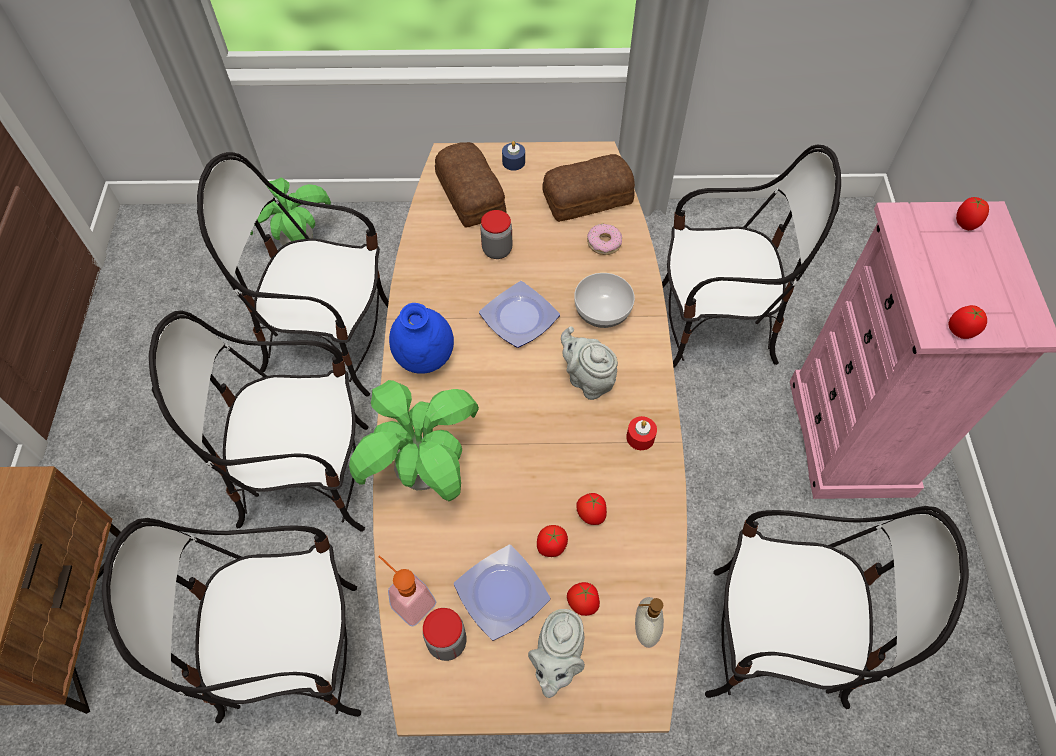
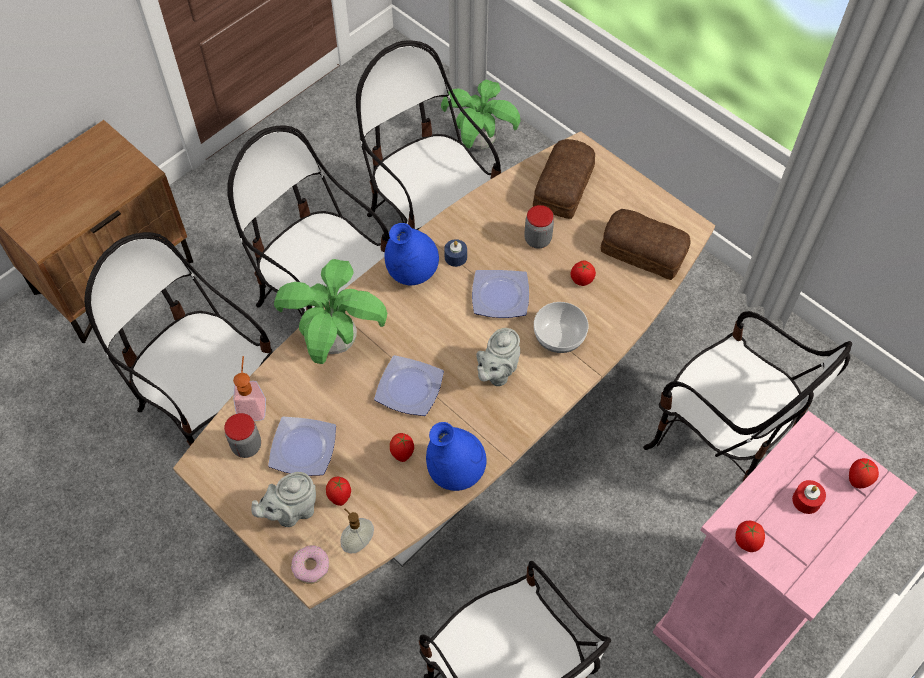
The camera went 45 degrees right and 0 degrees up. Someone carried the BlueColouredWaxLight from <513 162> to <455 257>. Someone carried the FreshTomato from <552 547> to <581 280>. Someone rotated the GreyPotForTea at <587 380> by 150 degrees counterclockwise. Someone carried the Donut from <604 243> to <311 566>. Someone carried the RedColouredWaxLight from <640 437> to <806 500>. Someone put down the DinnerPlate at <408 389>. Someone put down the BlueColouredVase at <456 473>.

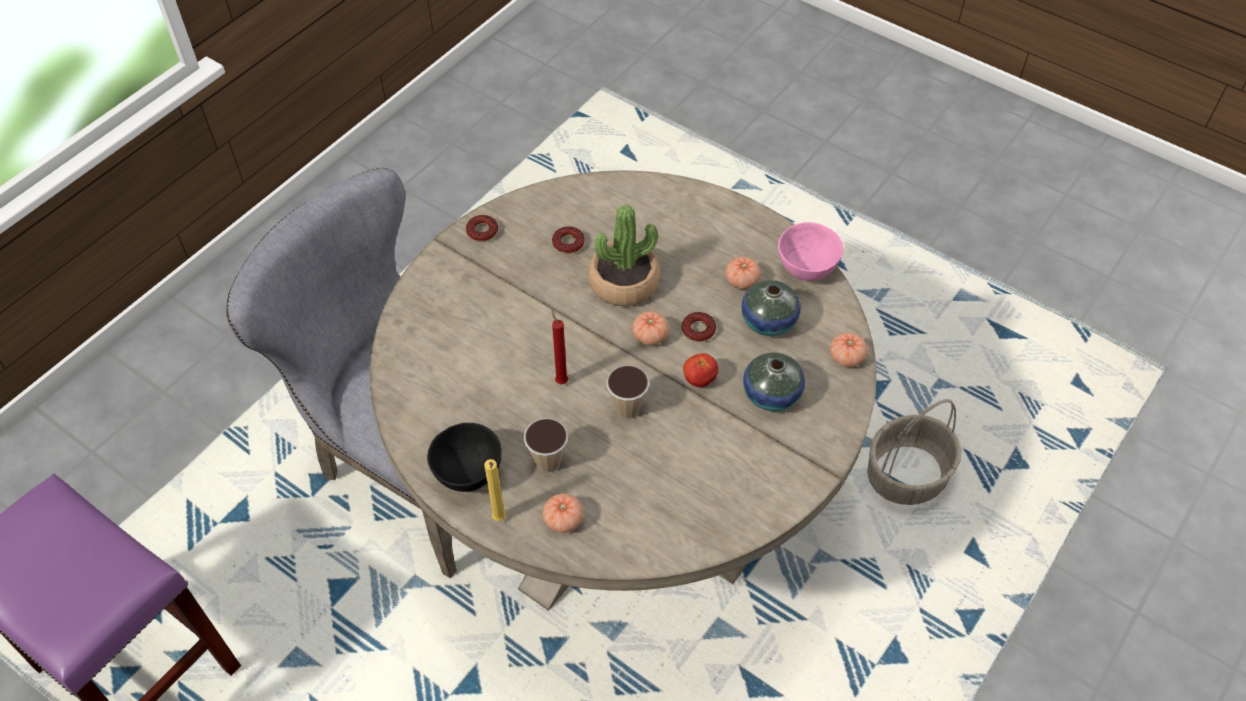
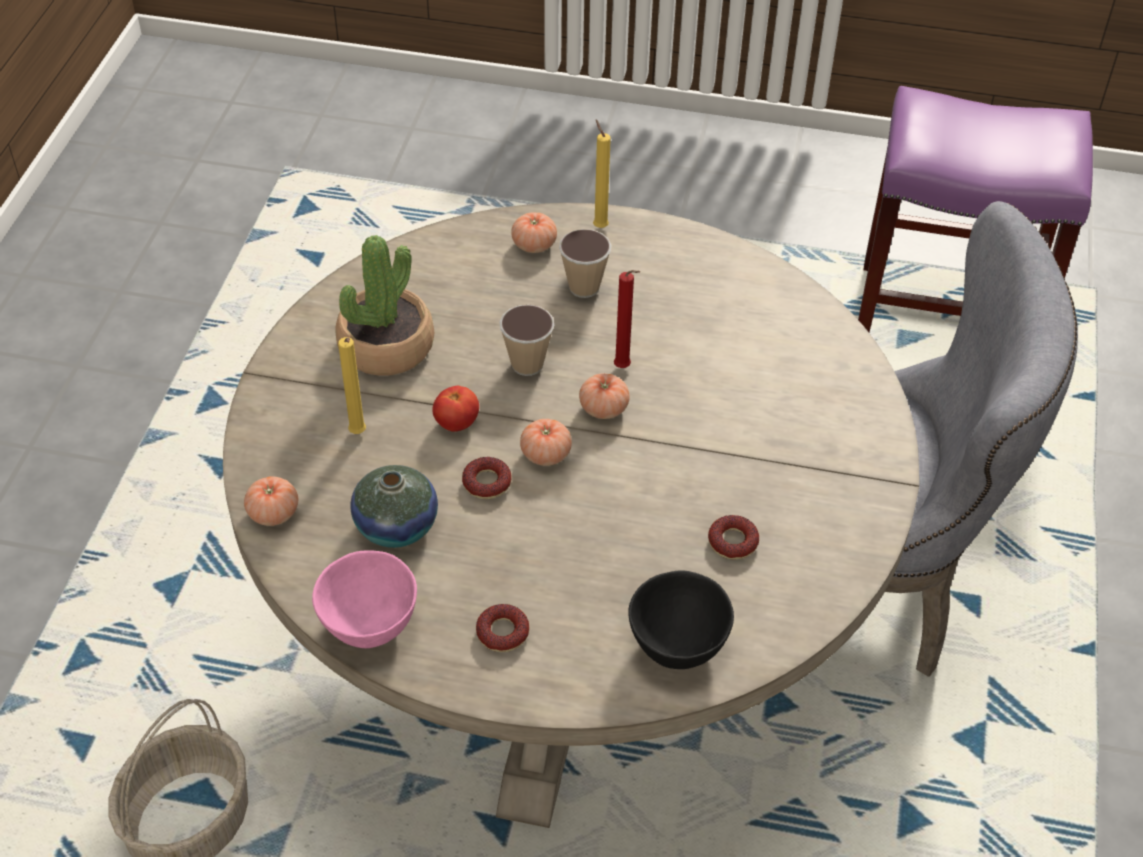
The camera went 155 degrees right and 5 degrees down. Someone carried the BlackServingBowl from <467 474> to <678 644>. Someone carried the Donut from <482 231> to <502 632>. Someone carried the Houseplant from <624 283> to <386 346>. Someone carried the FreshTomato from <742 281> to <603 408>. Someone swapped the Vase at <771 395> for the YellowishWaxLight at <358 434>.

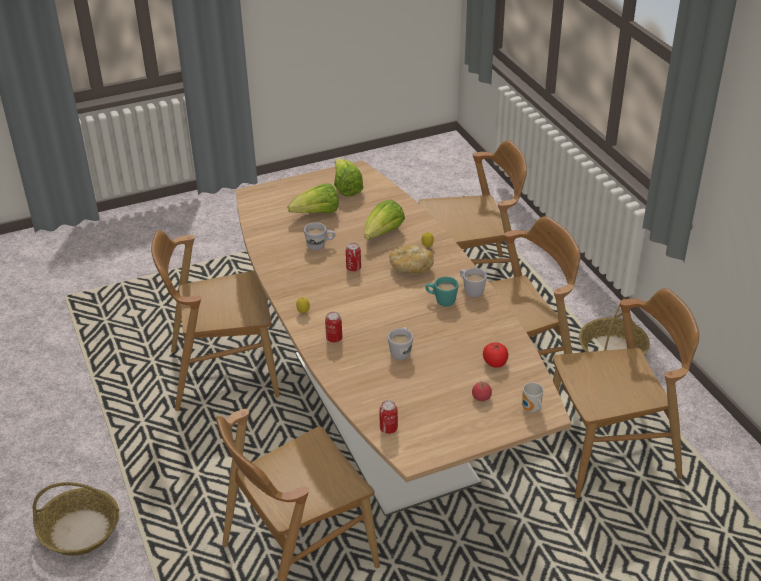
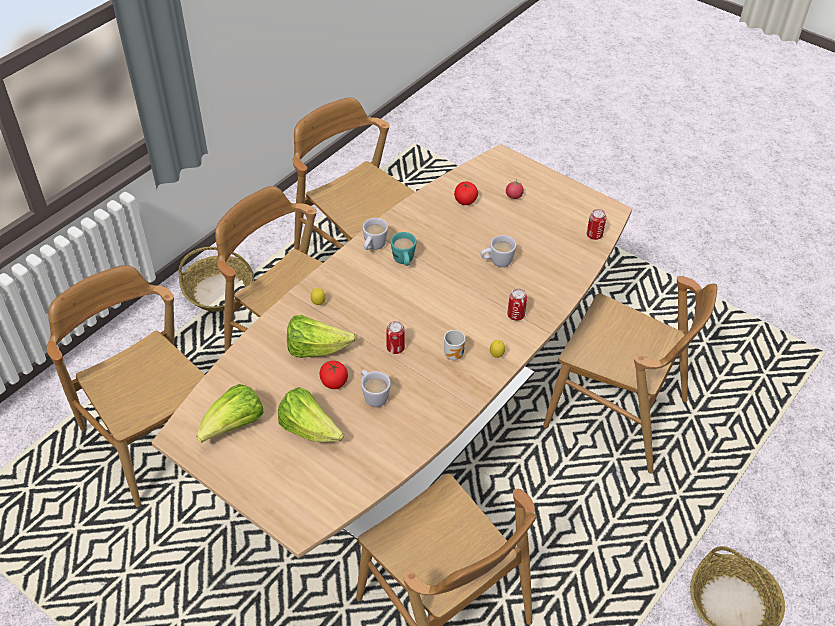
The camera went 120 degrees left and 10 degrees up. Someone took away the Bread at <410 268>. Someone carried the Mug from <531 410> to <455 355>. Someone put down the FreshTomato at <334 382>.

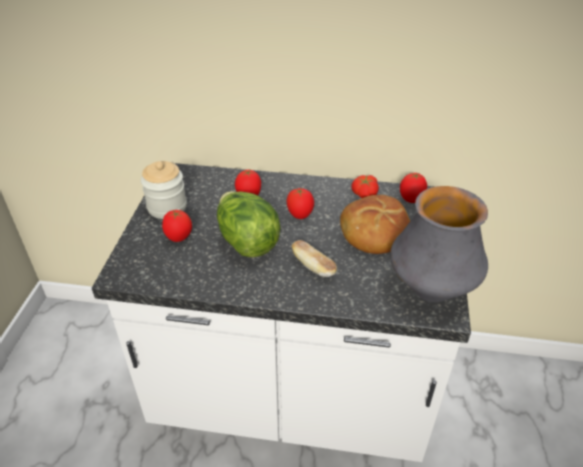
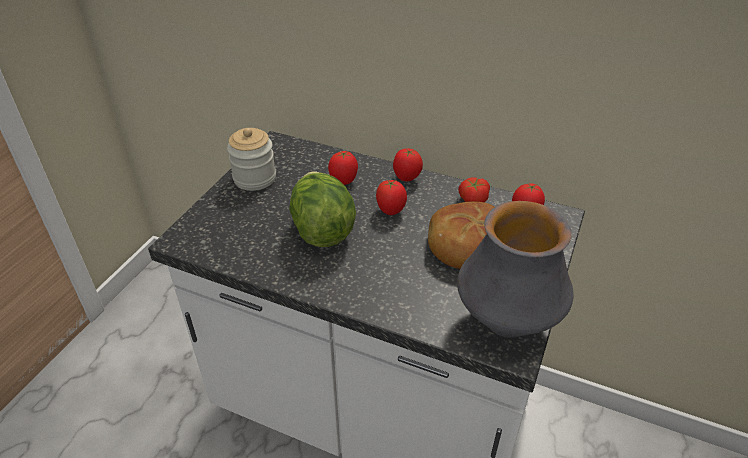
The camera went 15 degrees right and 0 degrees up. Someone carried the FreshTomato from <179 238> to <406 178>. Someone took away the Bread at <313 266>.

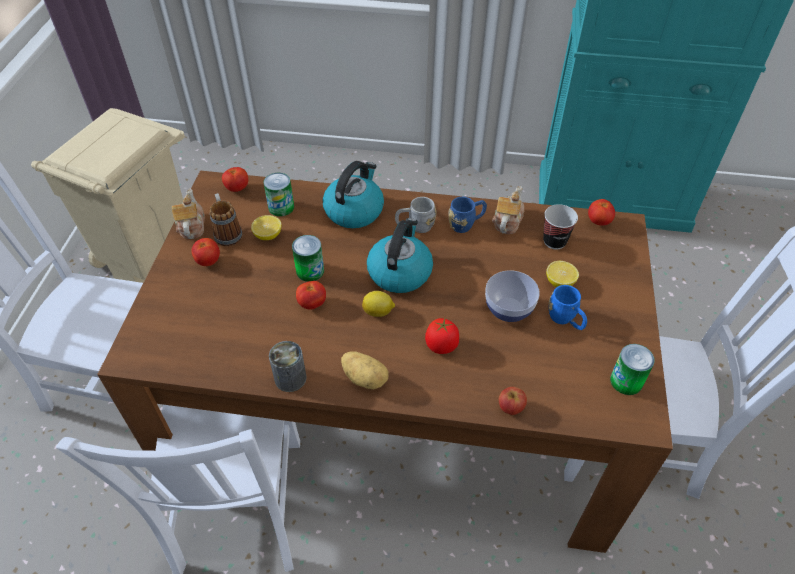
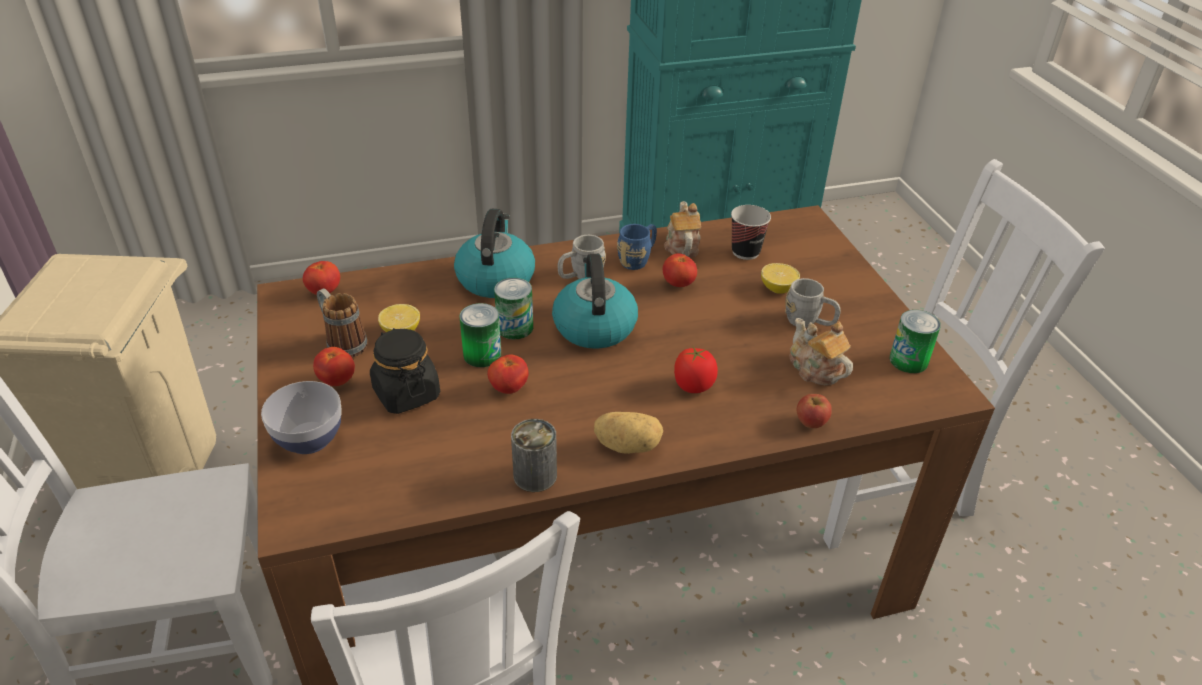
The camera went 25 degrees left and 10 degrees down. Someone carried the PotForTea from <191 226> to <815 369>. Someone carried the MetalCan from <281 207> to <515 327>. Someone took away the Lemon at <378 312>. Someone carried the ServingBowl from <508 310> to <309 439>. Someone repainted the BlueColouredMug at <565 320>, which became the GreyMug at <809 322>. Someone carried the FreshTomato from <598 221> to <678 284>. Someone put down the BlackJar at <406 393>.

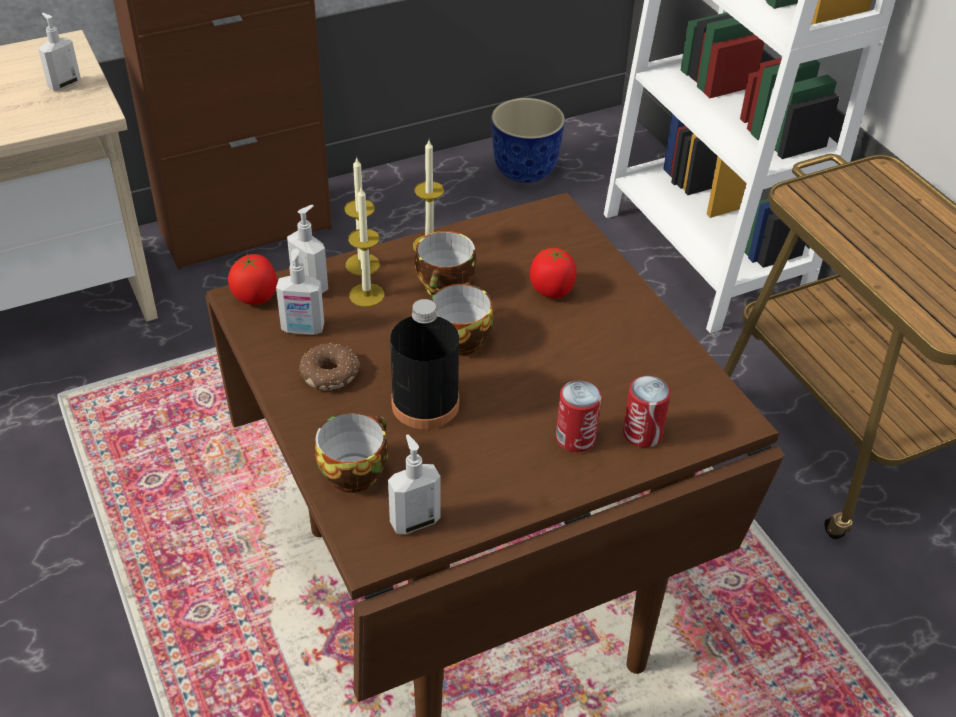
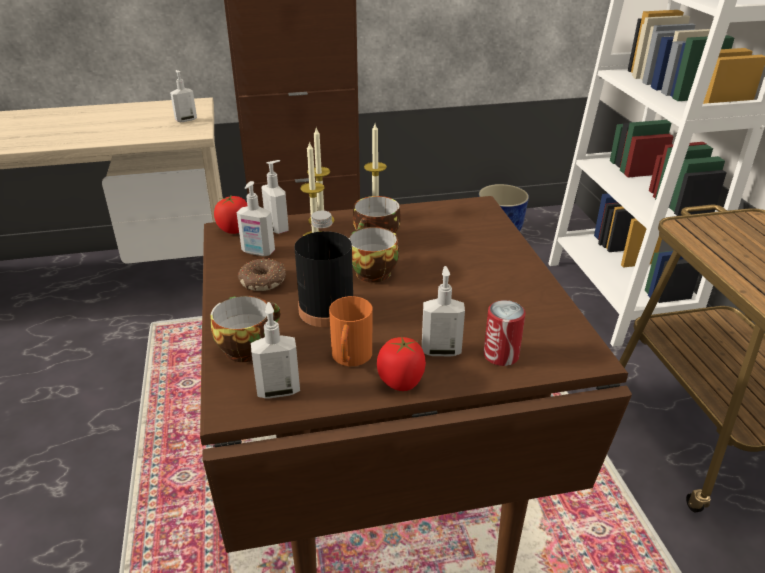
The camera went 15 degrees right and 10 degrees down. Someone carried the FreshTomato from <552 290> to <401 382>. Someone swapped the MetalCan at <575 438> for the LiquidSoapBottle at <441 350>. Someone put down the OrangeMug at <350 360>.

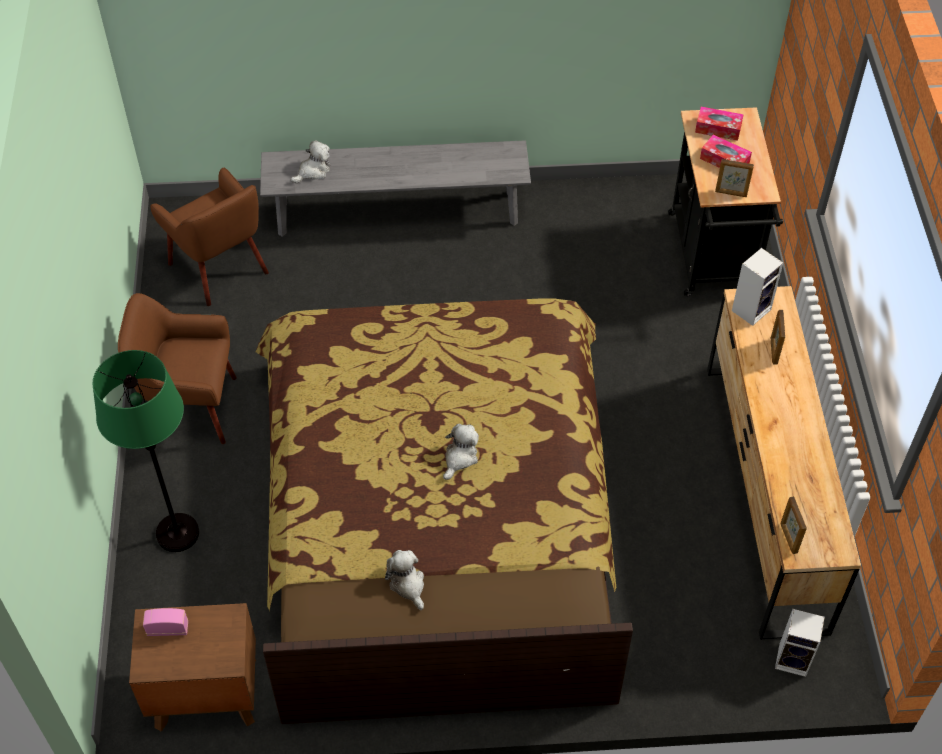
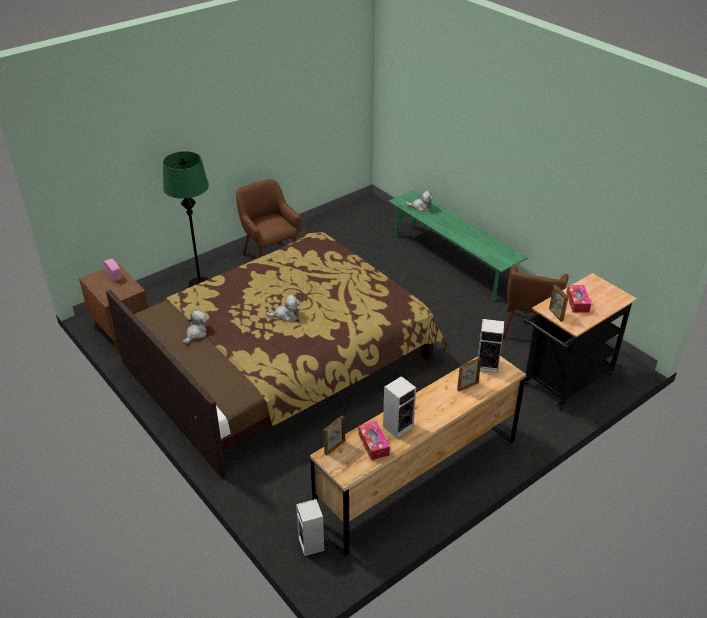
The camera went 55 degrees right and 15 degrees down. Someone carried the BrownishArmchair from <220 268> to <528 329>. Someone repainted the GreyIndoorBench at <397 213>, which became the GreenColouredIndoorBench at <451 261>. Someone carried the TissueBox from <718 128> to <373 444>. Someone put down the AudioSpeaker at <398 426>.

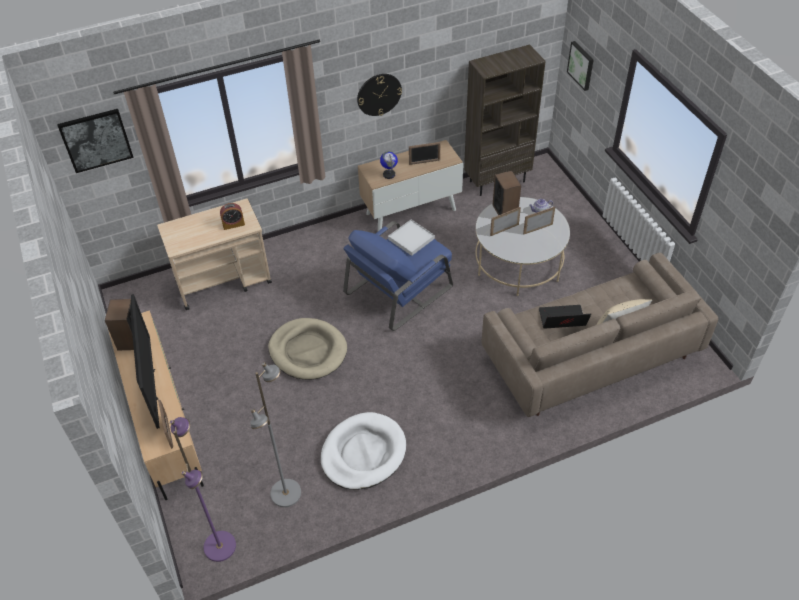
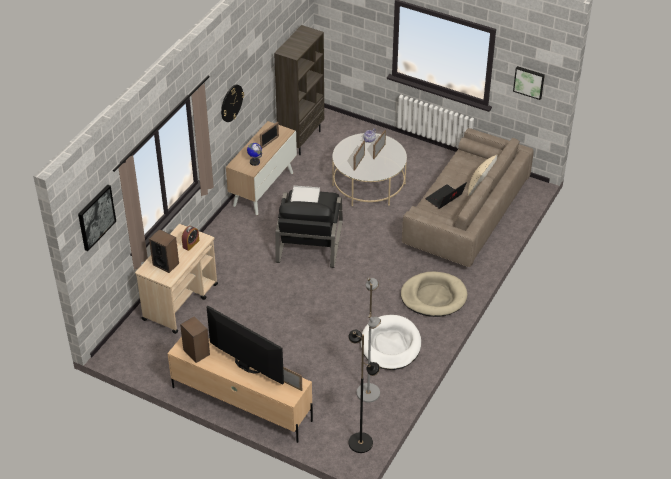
The camera went 40 degrees left and 5 degrees down. Someone repainted the PurpleStandingLamp at <220 546>, which became the BlackStandingLamp at <360 442>. Someone carried the SandColouredDogBed from <308 351> to <433 296>. Someone repainted the BlueColouredArmchair at <399 289>, which became the BlackArmchair at <309 241>. Someone carried the AudioSpeaker from <505 210> to <166 264>. Someone carried the WallArt from <581 65> to <529 82>.

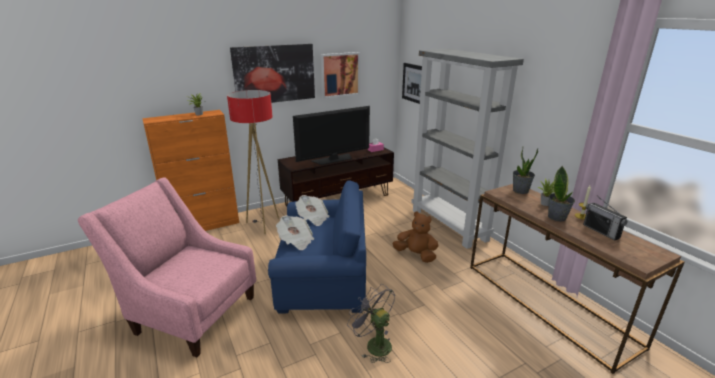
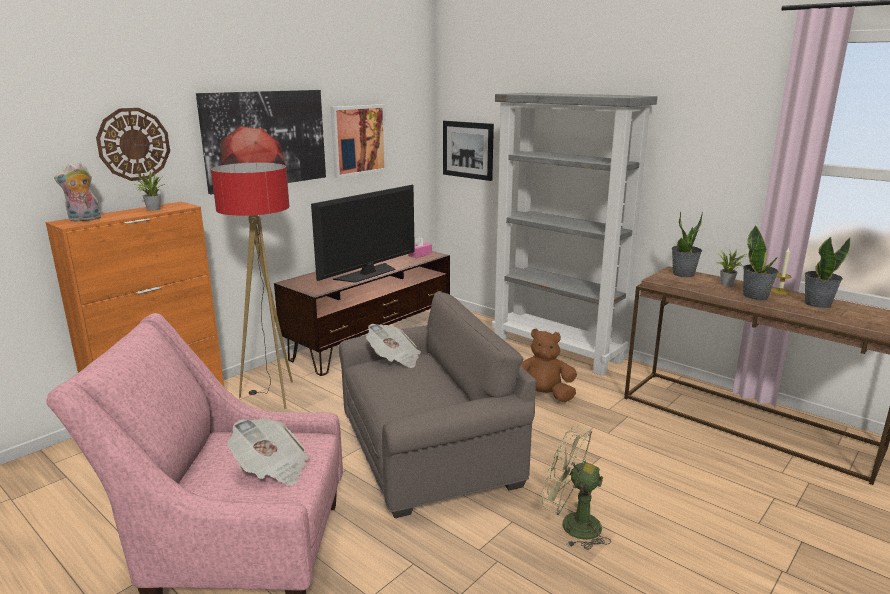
The camera went 20 degrees left and 5 degrees down. Someone repainted the BlueColouredArmchair at <323 276>, which became the GreyArmchair at <428 450>. Someone carried the DailyPaper from <296 241> to <271 468>. Someone repainted the GreyFan at <374 344>, which became the GreenColouredFan at <571 525>. Someone swapped the RadioSet at <601 231> for the Houseplant at <817 304>. Someone put down the PlushToy at <84 220>. Someone put up the HangingClock at <134 144>.

